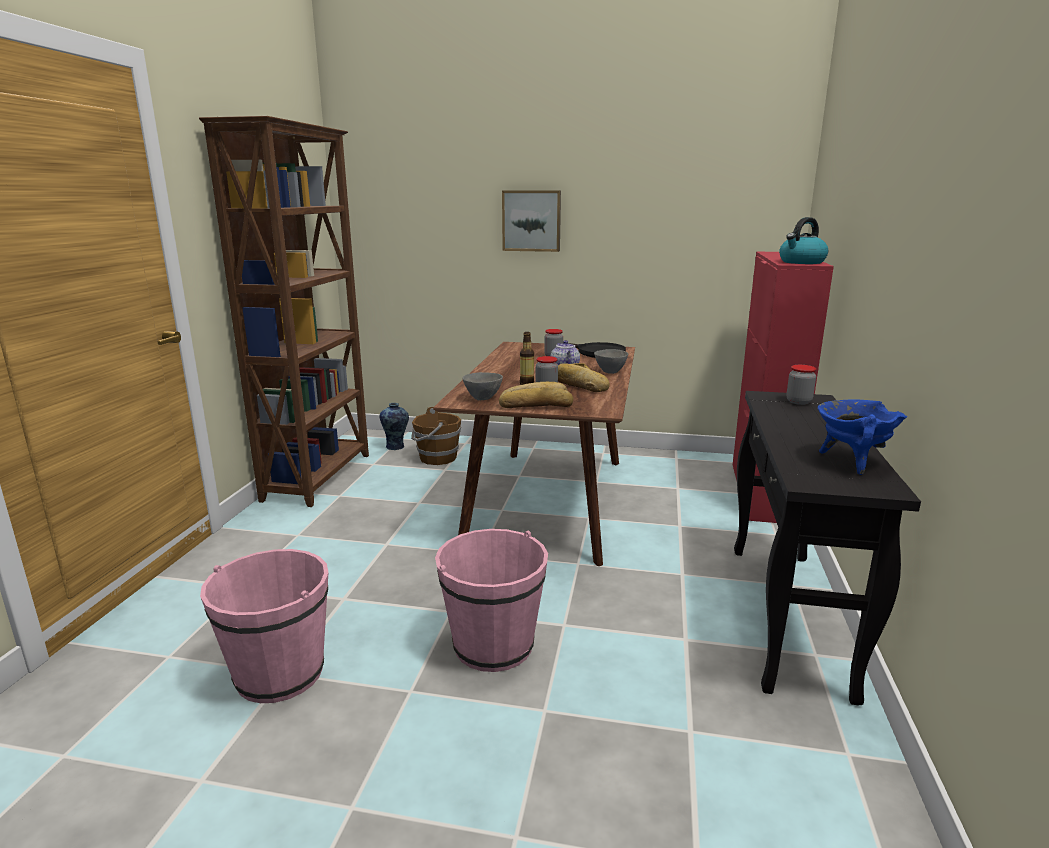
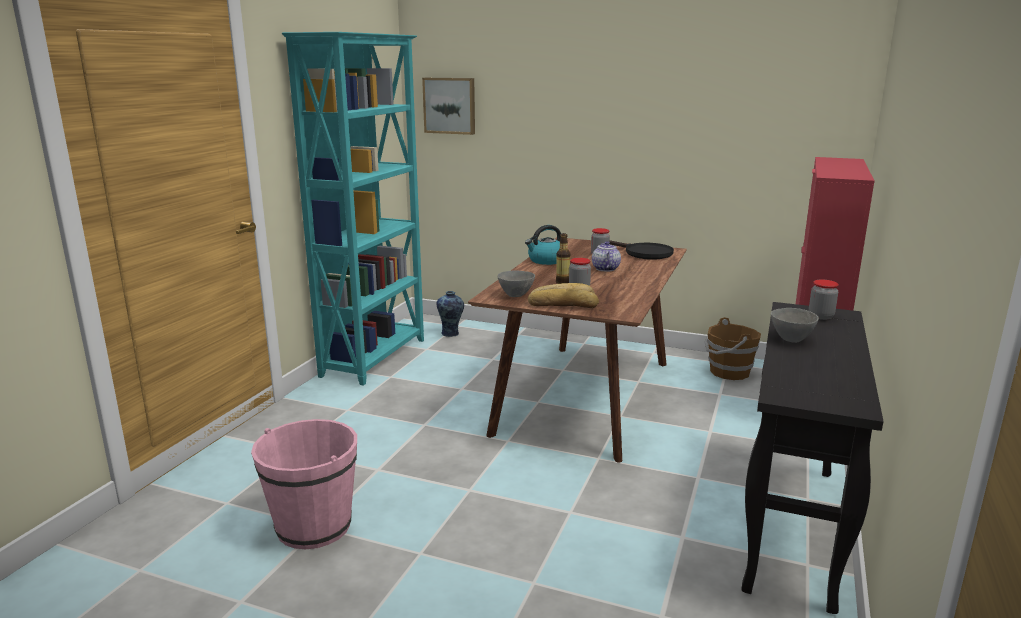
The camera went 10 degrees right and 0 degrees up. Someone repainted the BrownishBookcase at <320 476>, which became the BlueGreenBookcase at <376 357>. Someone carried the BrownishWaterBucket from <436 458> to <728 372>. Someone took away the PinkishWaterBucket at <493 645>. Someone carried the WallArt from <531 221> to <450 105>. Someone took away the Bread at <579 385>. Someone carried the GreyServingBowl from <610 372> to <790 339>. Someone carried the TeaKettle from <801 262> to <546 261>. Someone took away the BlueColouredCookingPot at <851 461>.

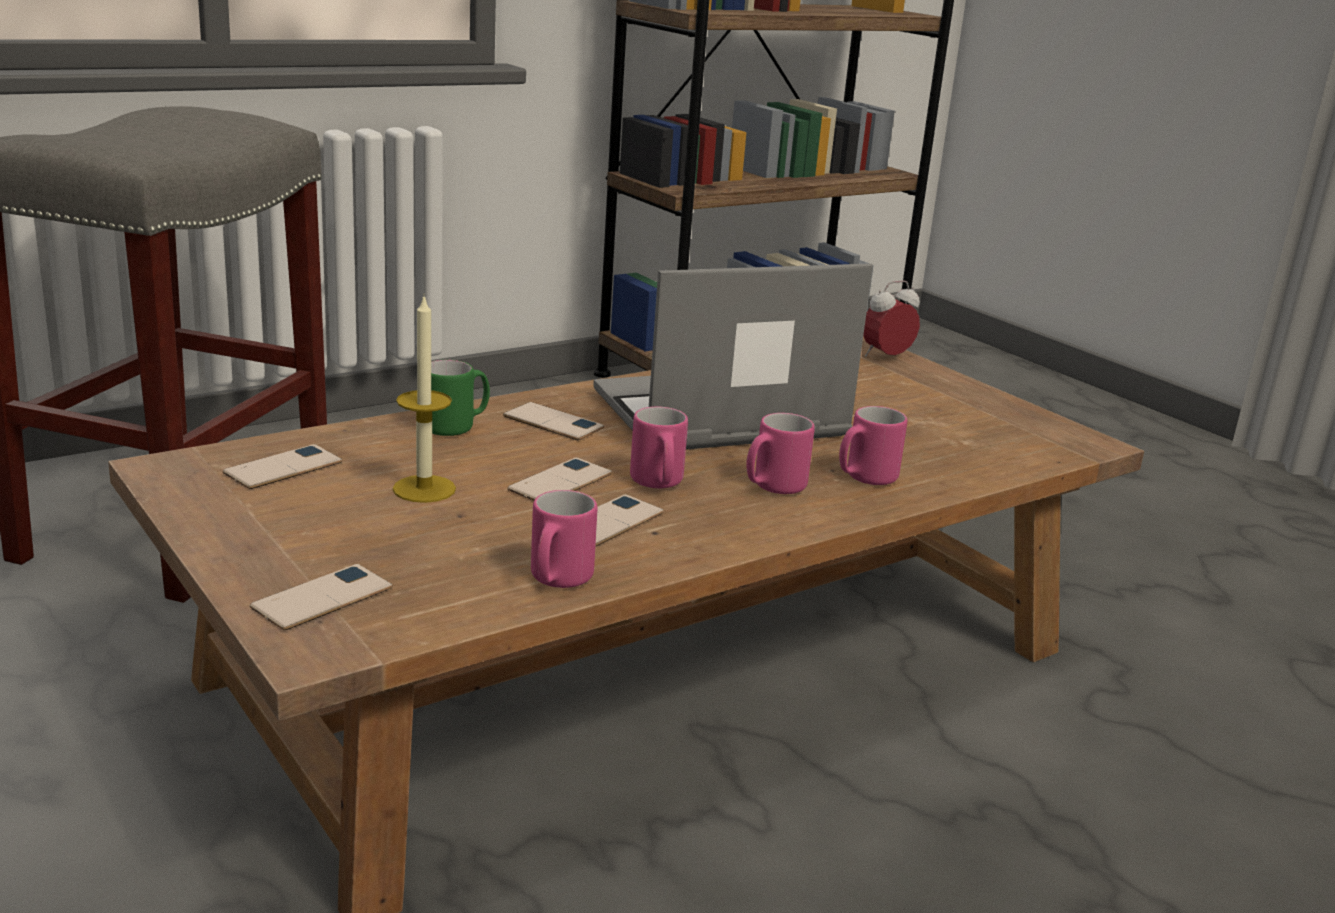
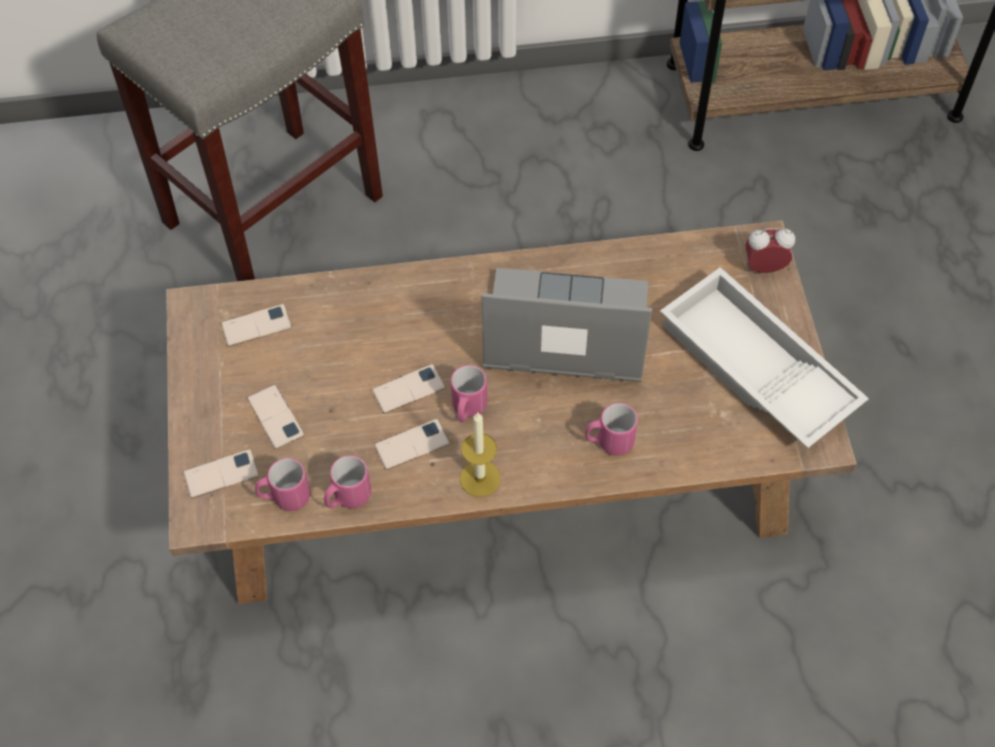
The camera went 30 degrees right and 35 degrees up. Someone carried the WaxLight from <424 489> to <480 478>. Someone took away the GreenColouredMug at <456 427>. Someone carried the Phone from <553 422> to <275 417>. Someone carried the PinkishMug from <772 488> to <285 497>. Someone put down the WhitishCarryingTray at <754 369>.

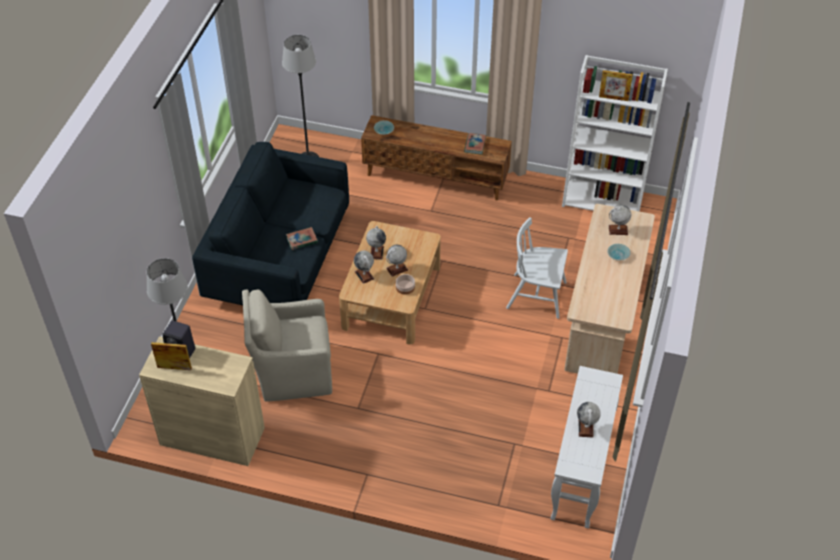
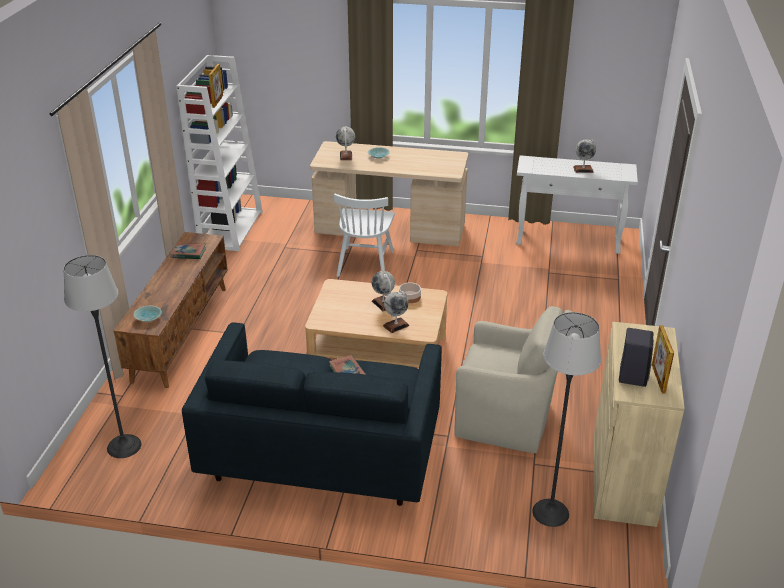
The camera went 95 degrees left and 15 degrees down. Someone rotated the SandColouredArmchair at <292 372> by 60 degrees counterclockwise. Someone took away the WorldGlobe at <376 252>.

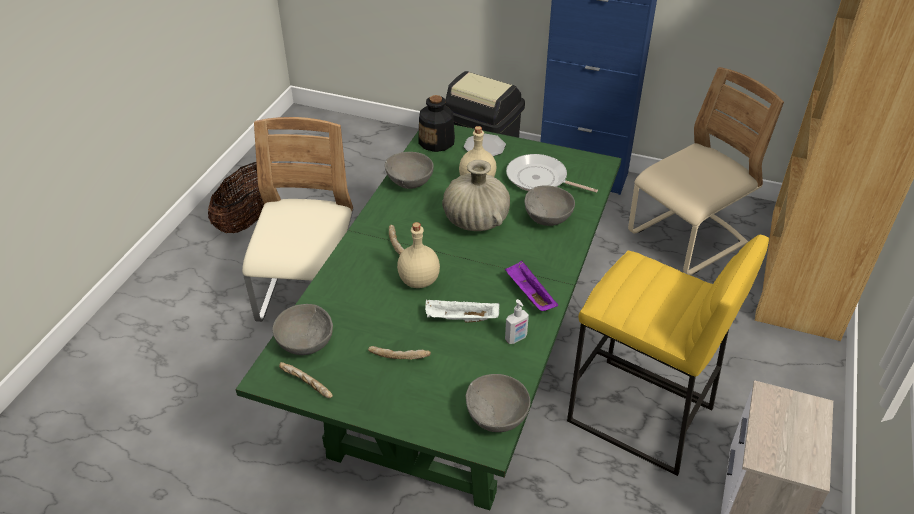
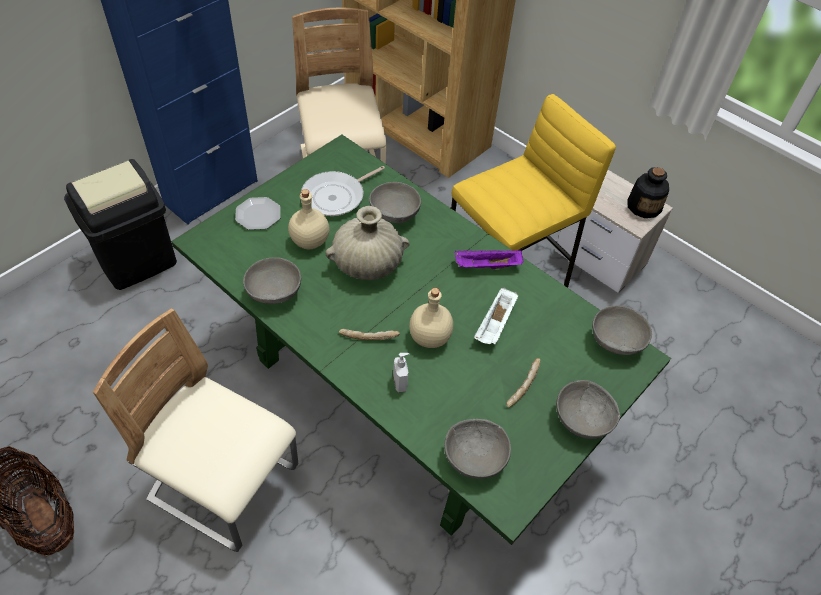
The camera went 70 degrees left and 10 degrees up. Someone took away the Bread at <306 385>. Someone carried the Bottle from <437 142> to <644 206>. Someone carried the LiquidSoapBottle from <516 338> to <400 383>. Someone put down the GreyServingBowl at <581 419>.

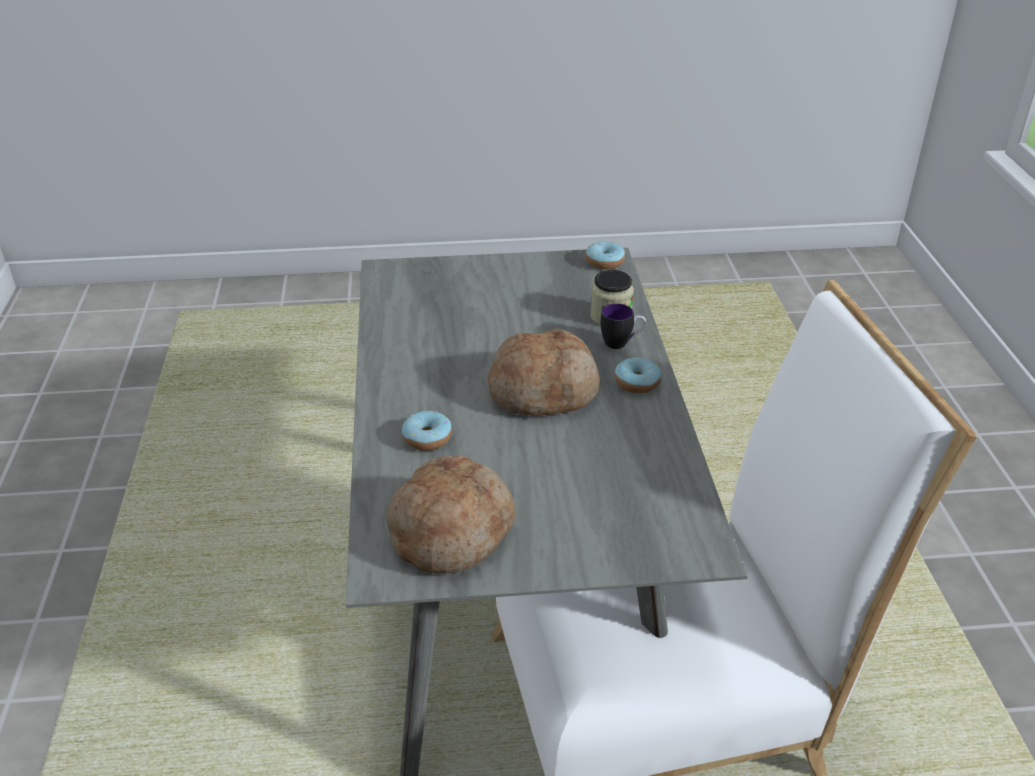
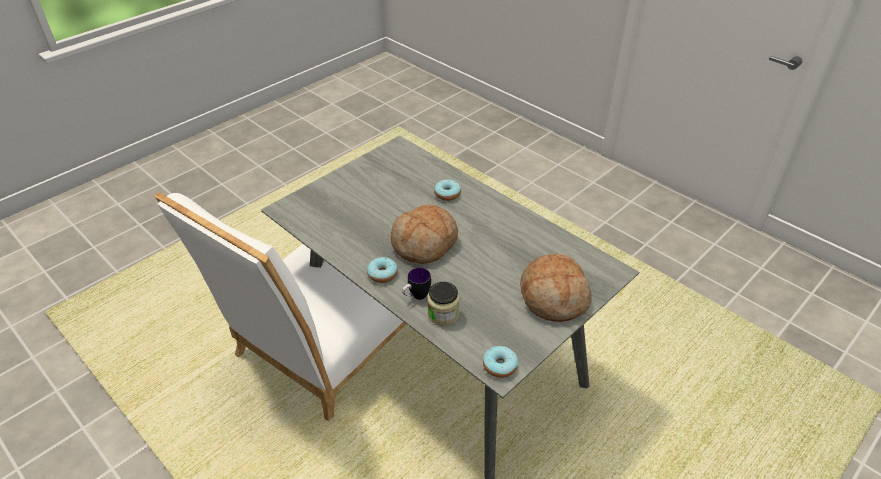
The camera went 140 degrees right and 5 degrees up. Someone carried the Bread from <451 530> to <553 297>.

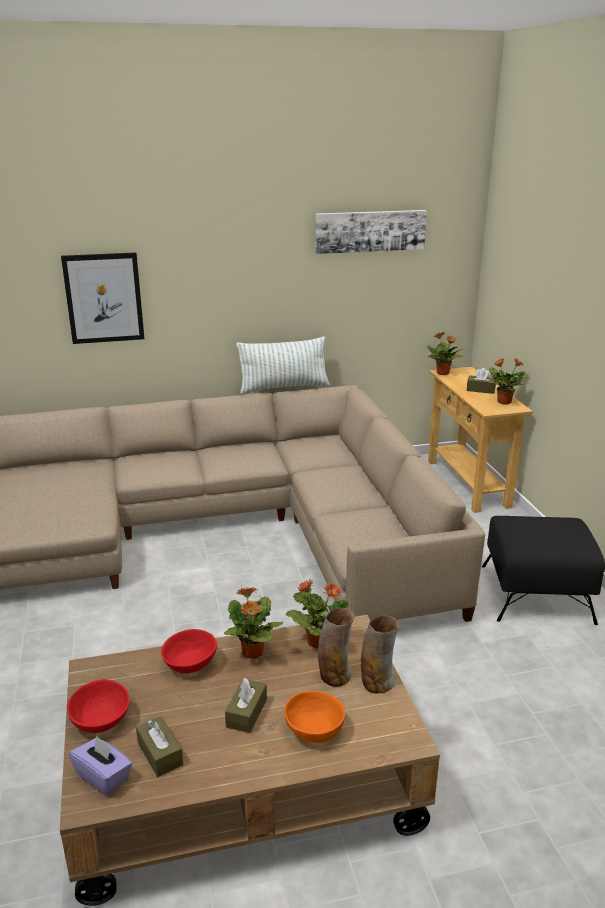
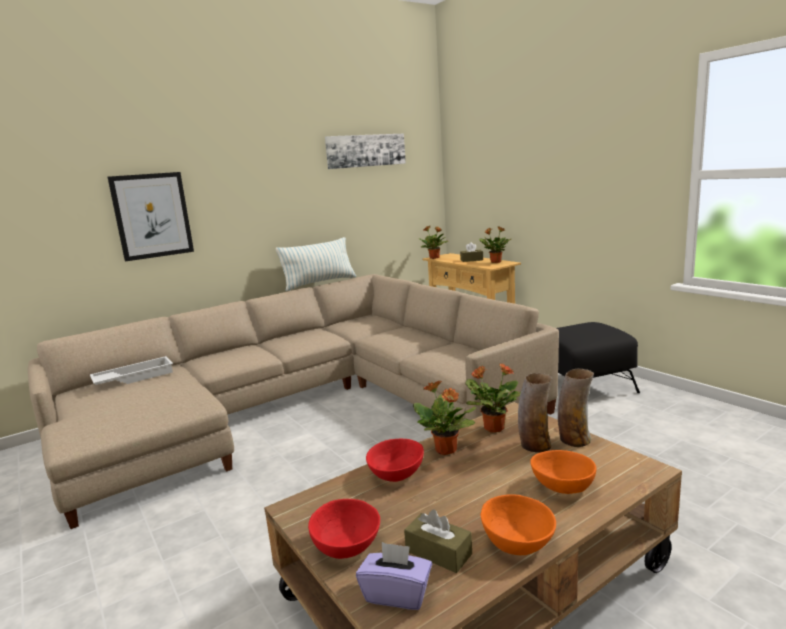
The camera went 20 degrees left and 10 degrees down. Someone took away the BrownishTissueBox at <246 713>. Someone put down the WhitishCarryingTray at <134 377>. Someone put down the OrangeServingBowl at <516 542>.

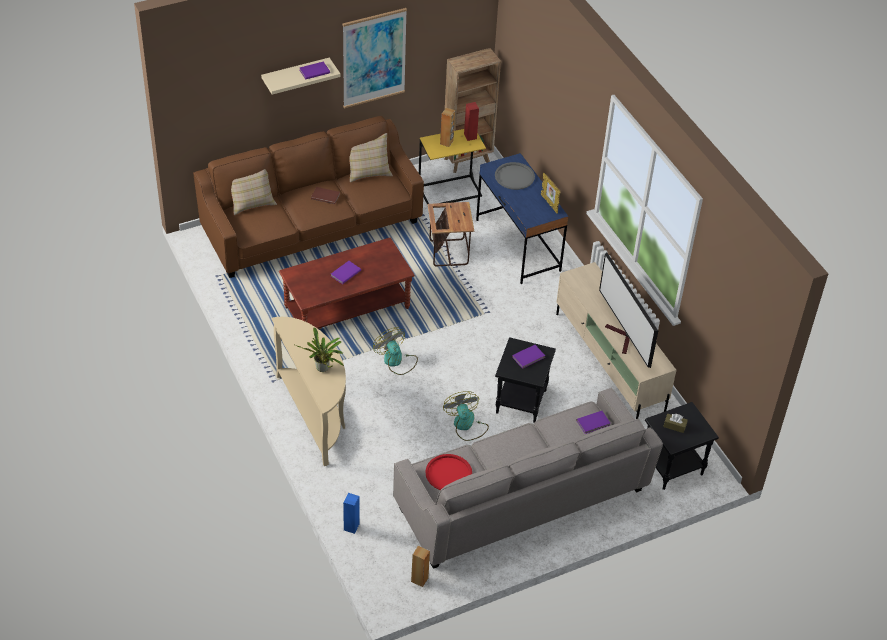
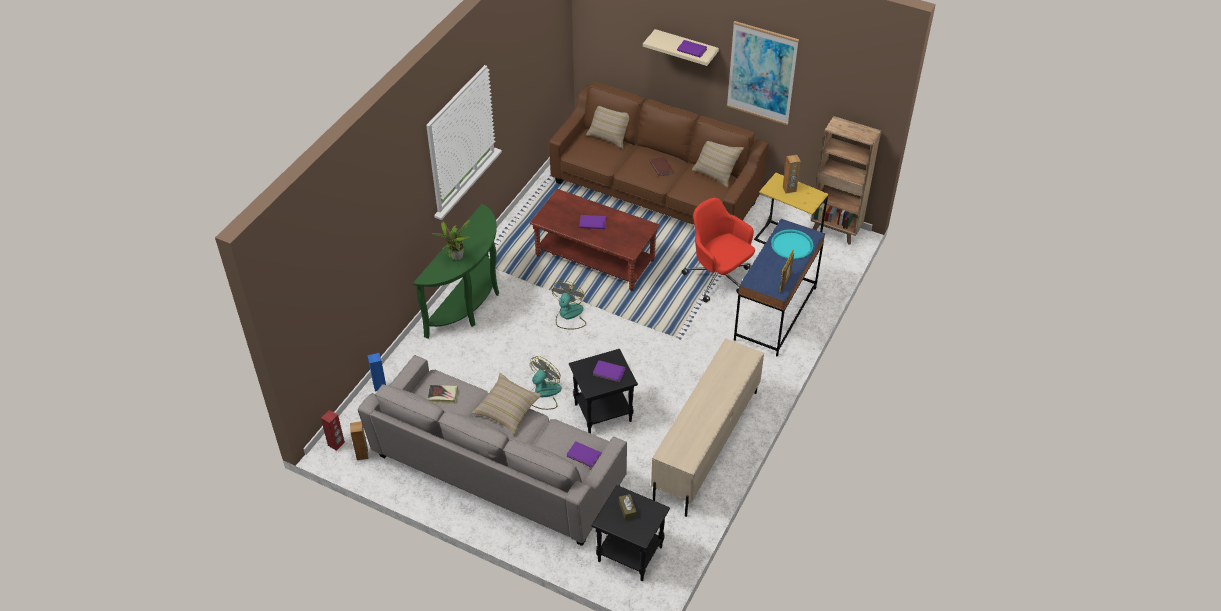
The camera went 55 degrees right and 0 degrees up. Someone repainted the SandColouredHallTable at <316 415>, which became the GreenColouredHallTable at <469 304>. Someone swapped the RedColouredCarryingTray at <448 473> for the BoundBook at <443 395>. Someone swapped the AccentTable at <448 252> for the RedColouredOfficeChair at <718 278>. Someone carried the RedColouredAudioSpeaker from <470 136> to <336 444>. Someone repainted the GreyCarryingTray at <514 176>, which became the BlueGreenCarryingTray at <791 245>. Someone took away the Television at <623 338>. Someone put down the SandColouredPillow at <507 410>.

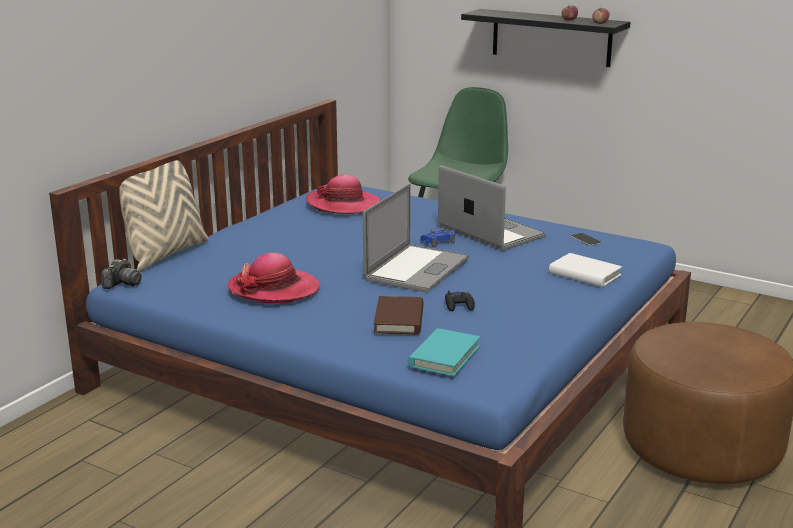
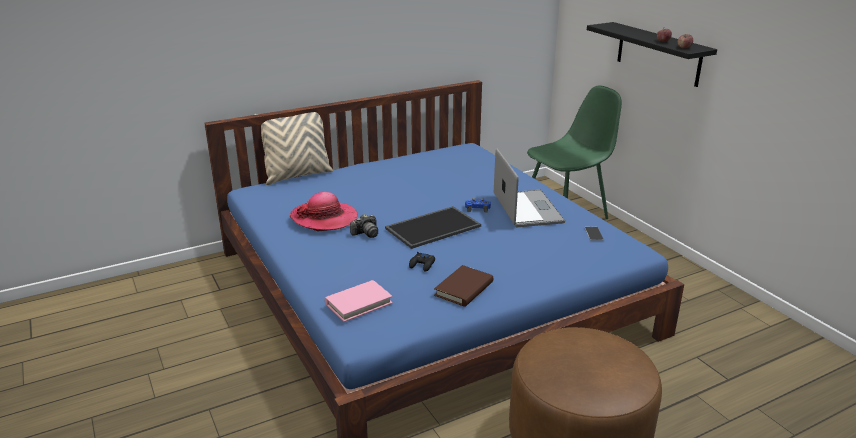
The camera went 30 degrees right and 5 degrees up. Someone carried the StillCamera from <122 284> to <366 233>. Someone took away the ClothingHat at <343 204>. Someone swapped the NotebookComputer at <417 269> for the CarryingTray at <433 227>. Someone carried the BrownishBoundBook from <399 319> to <464 289>. Someone repainted the BlueGreenBoundBook at <444 356>, which became the PinkishBoundBook at <358 303>. Someone took away the WhitishBoundBook at <584 274>.

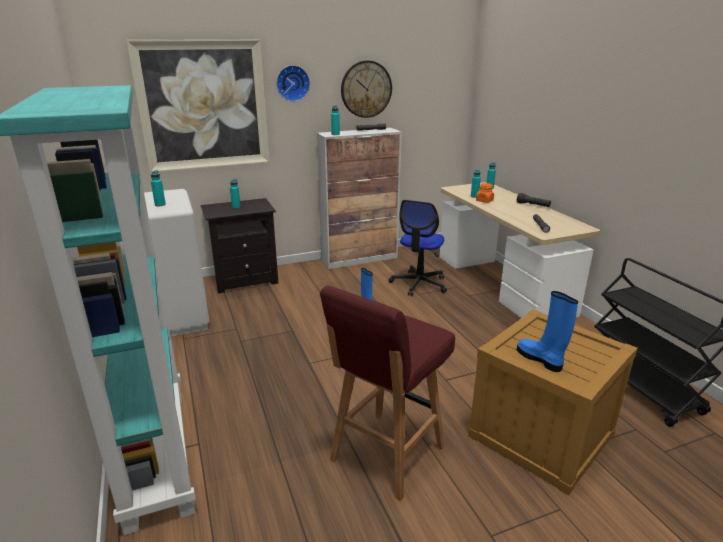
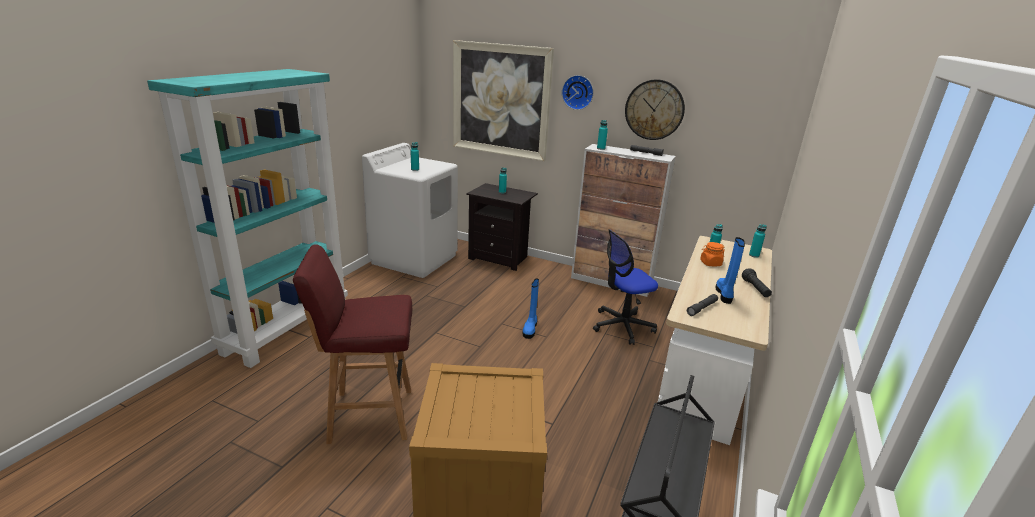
The camera went 45 degrees right and 0 degrees up. Someone carried the BlueColouredTallBoot from <540 359> to <724 294>.

